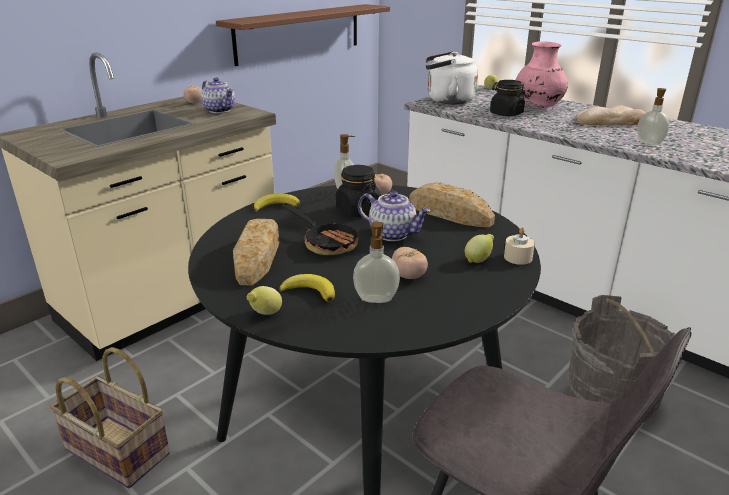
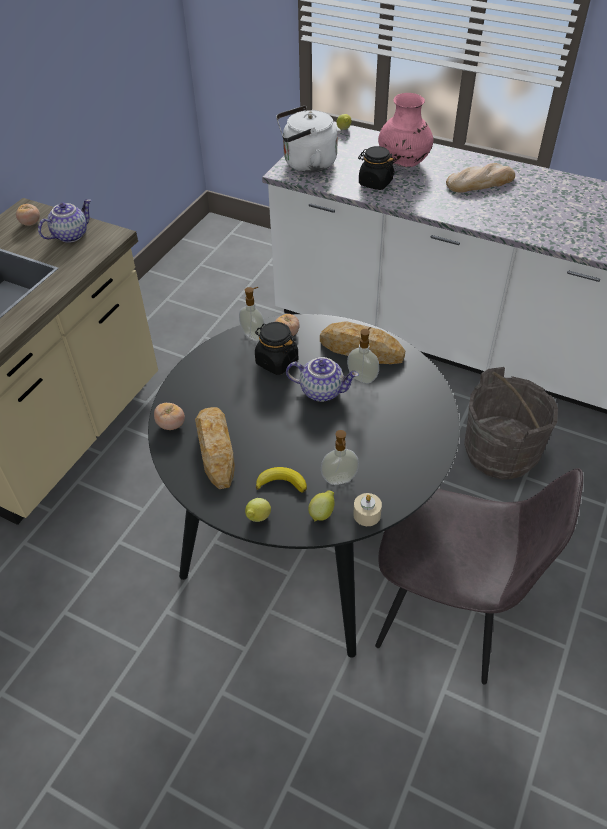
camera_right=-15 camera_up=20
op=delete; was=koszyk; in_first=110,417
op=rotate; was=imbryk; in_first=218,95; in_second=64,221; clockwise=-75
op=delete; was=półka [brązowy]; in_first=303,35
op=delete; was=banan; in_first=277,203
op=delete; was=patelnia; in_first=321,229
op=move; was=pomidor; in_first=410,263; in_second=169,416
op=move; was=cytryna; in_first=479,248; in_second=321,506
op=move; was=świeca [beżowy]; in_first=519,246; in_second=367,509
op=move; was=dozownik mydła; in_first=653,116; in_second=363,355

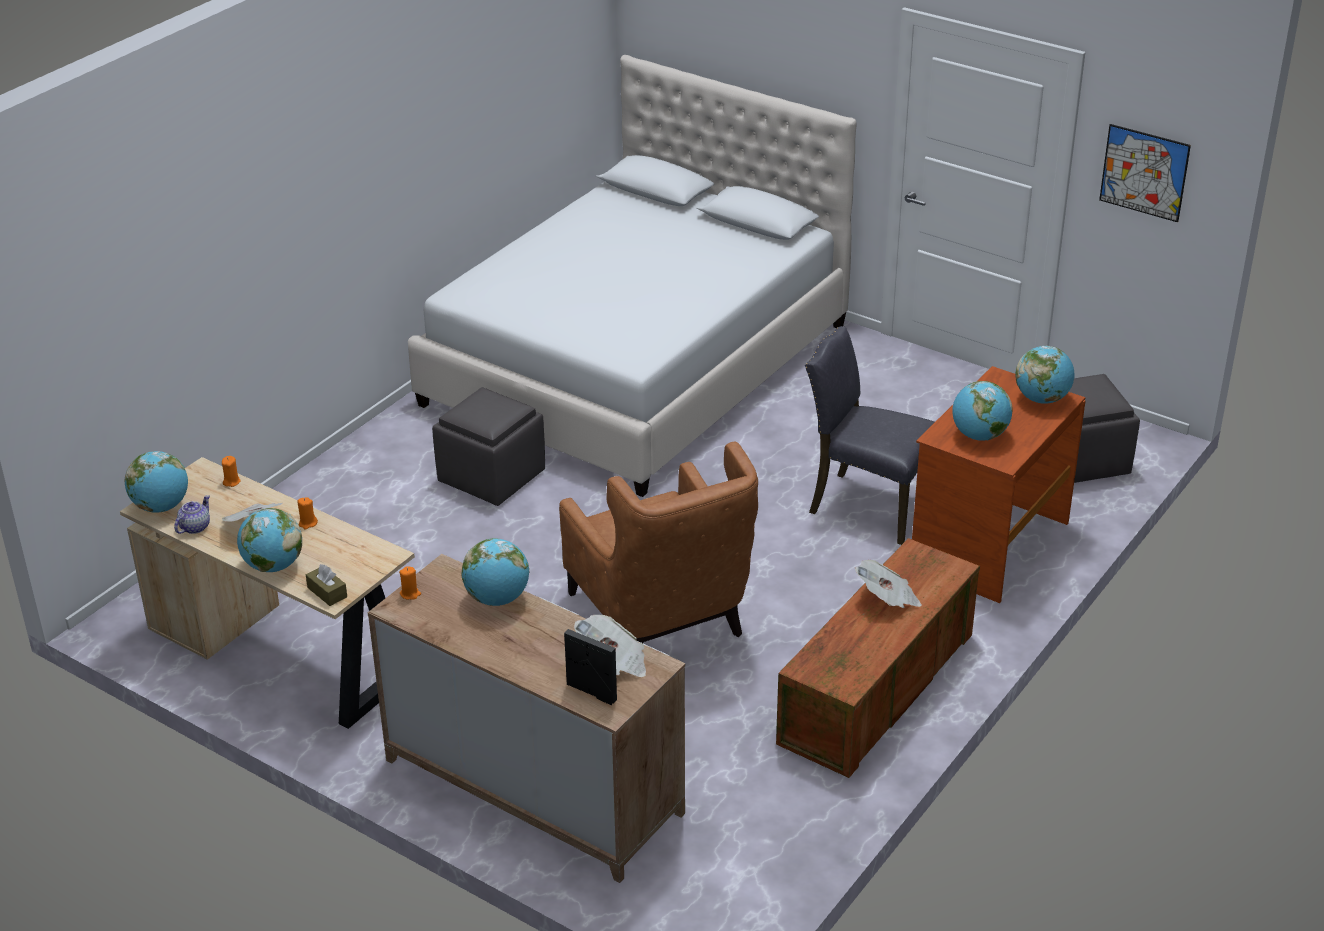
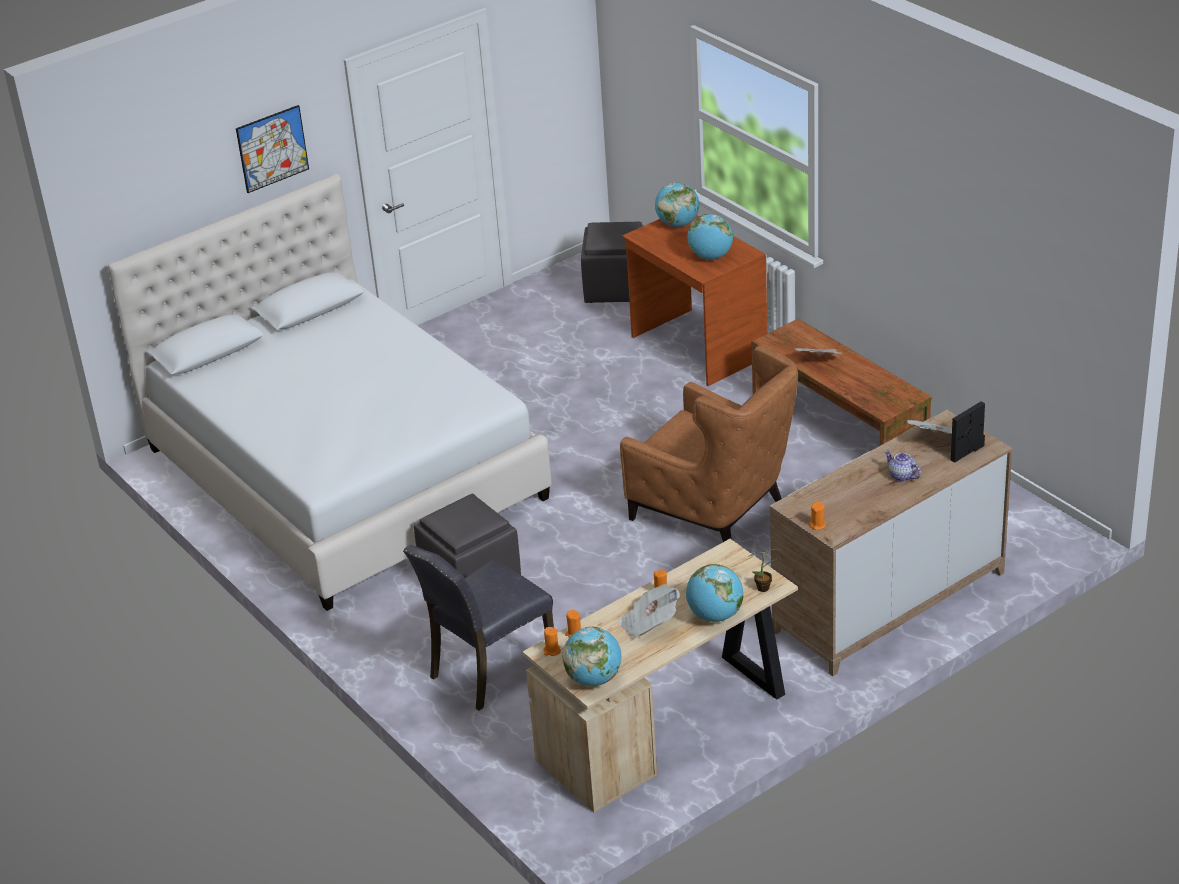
camera_right=-70 camera_up=0
op=move; was=imbryk; in_first=192,514; in_second=903,466
op=replace; was=pudełko chusteczek [brązowy]; now=roślina doniczkowa; in_first=326,585; in_second=763,570
op=delete; was=globus; in_first=495,572
op=rotate; was=fotel [brązowy]; in_first=658,542; in_second=709,443; clockwise=45
op=move; was=krzesło [szary]; in_first=870,435; in_second=478,628
op=move; was=obraz; in_first=1145,173; in_second=272,149
op=insert; now=świeca [pomarańczowy]; in_second=552,641

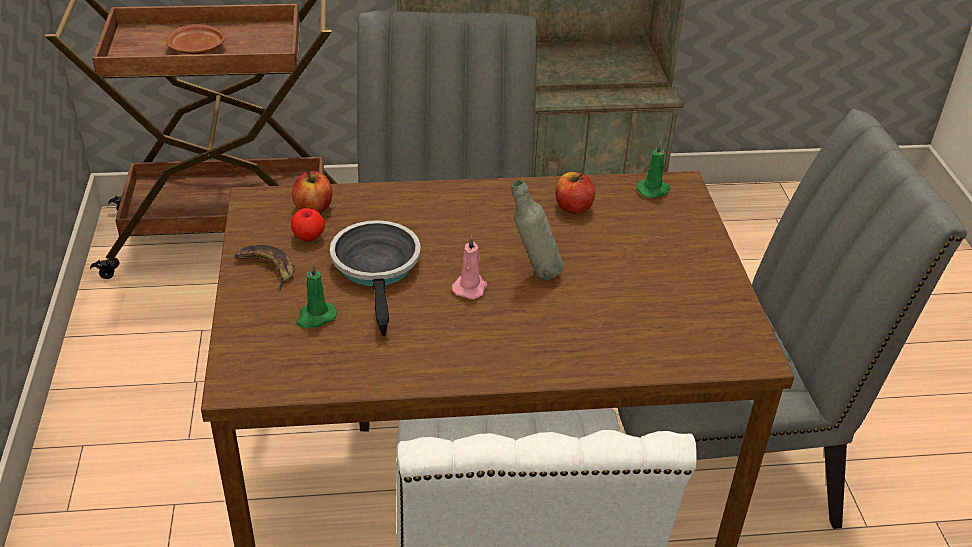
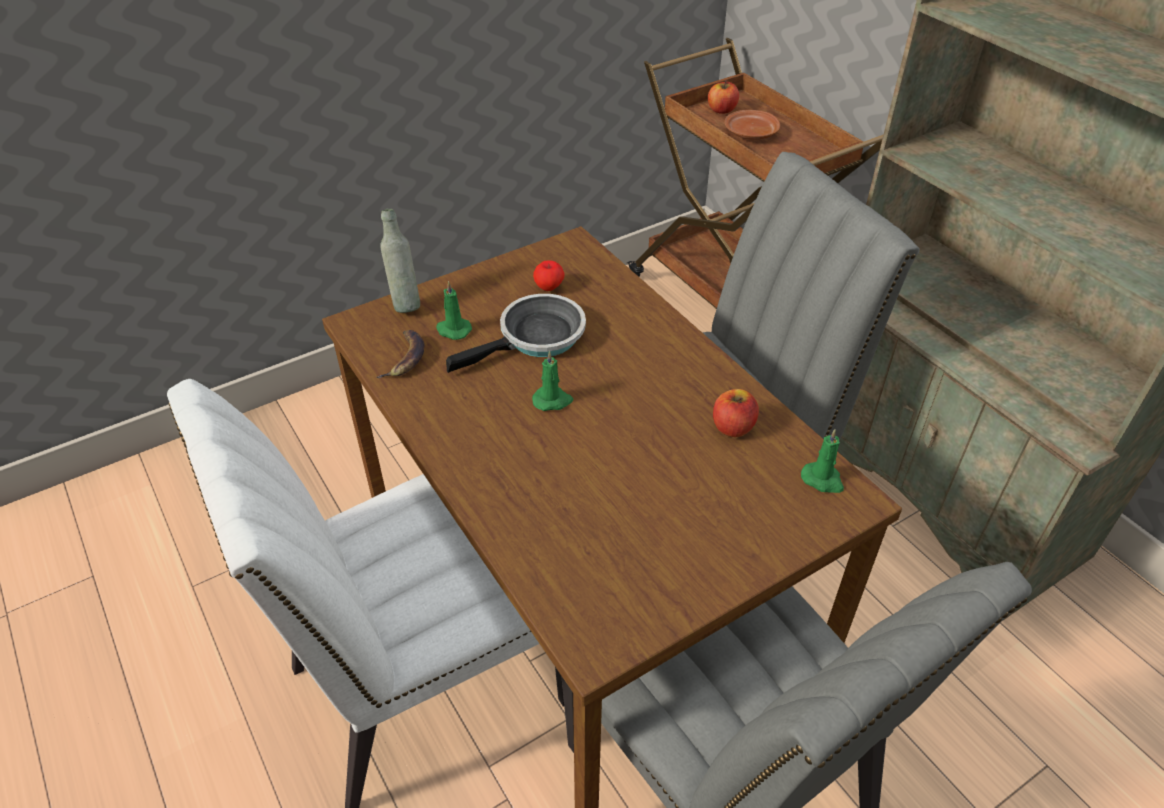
camera_right=65 camera_up=5
op=move; was=banan; in_first=264,268; in_second=400,354
op=move; was=jabłko; in_first=312,192; in_second=723,97
op=recolor; was=świeca [różowy]; now=świeca [zielony]; in_first=469,267; in_second=552,381
op=move; was=butelka [szary]; in_first=537,230; in_second=400,260

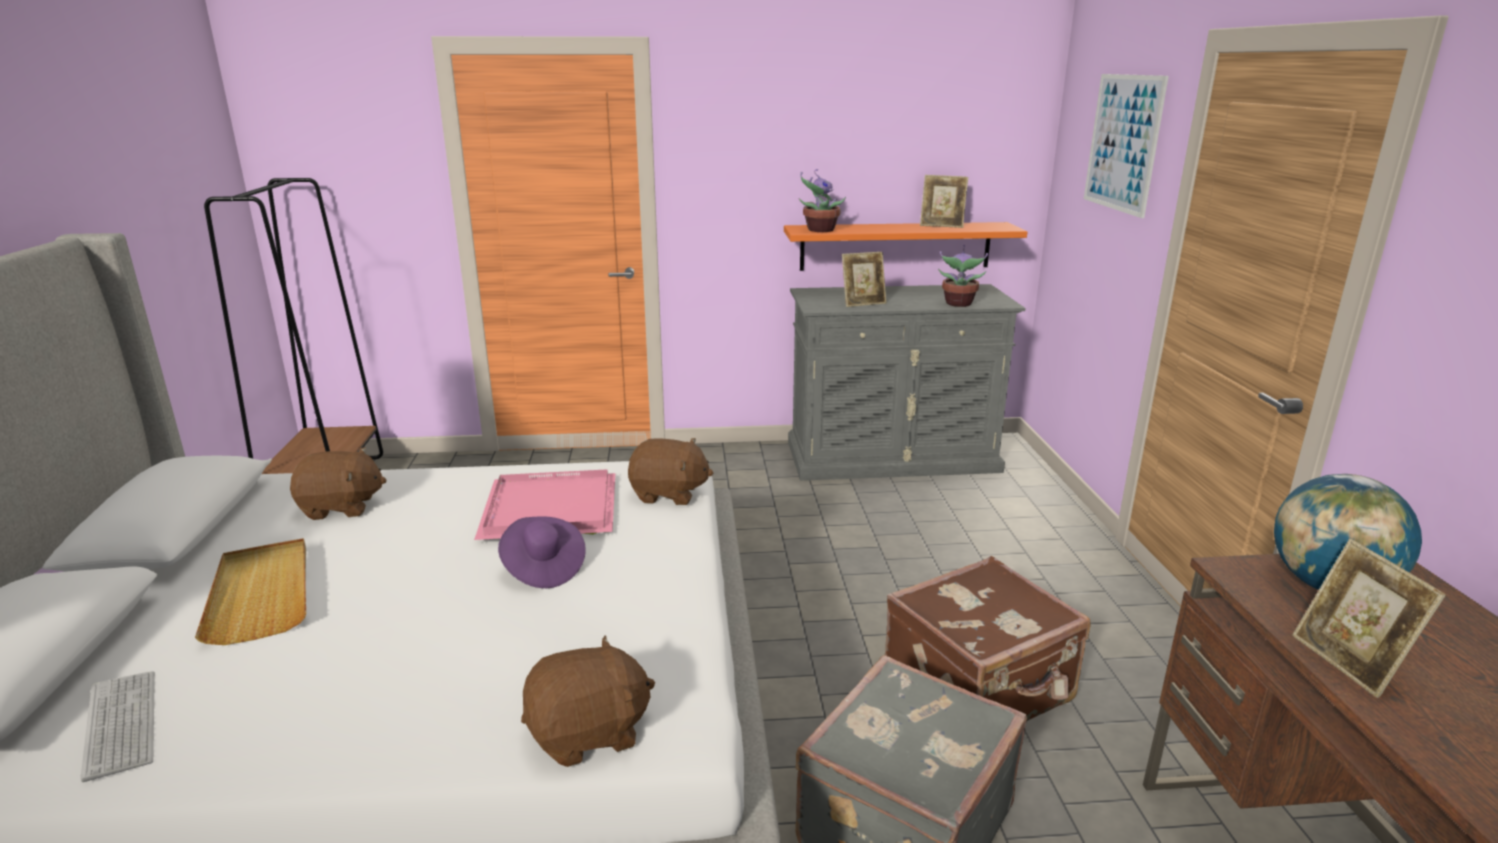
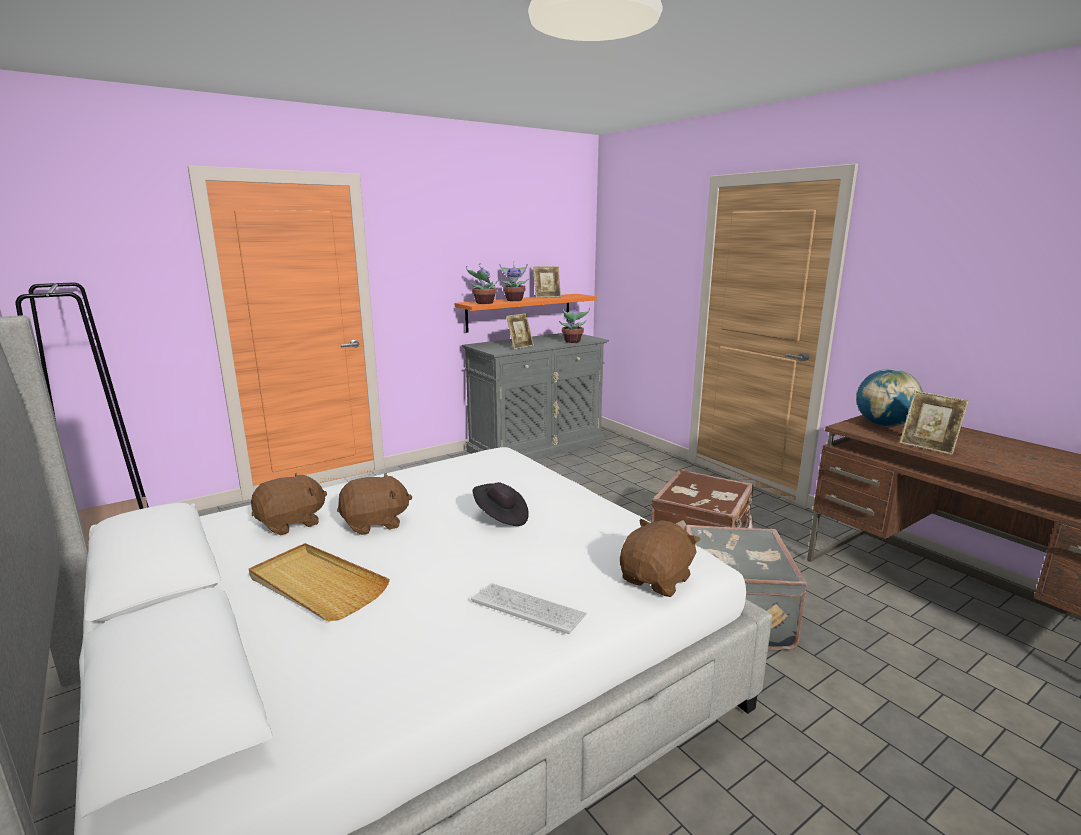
camera_right=-30 camera_up=-5
op=move; was=klawiatura; in_first=118,726; in_second=529,608
op=delete; was=taca [różowy]; in_first=544,504
op=recolor; was=kapelusz [fioletowy]; now=kapelusz [czarny]; in_first=542,552; in_second=501,504
op=move; was=pluszak [brązowy]; in_first=670,471; in_second=374,504
op=delete; was=obraz; in_first=1126,146
op=insert; now=roślina doniczkowa; in_second=514,282

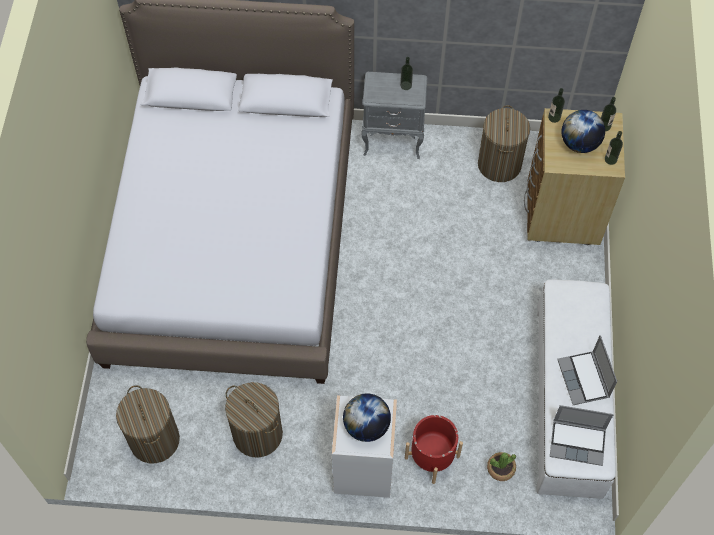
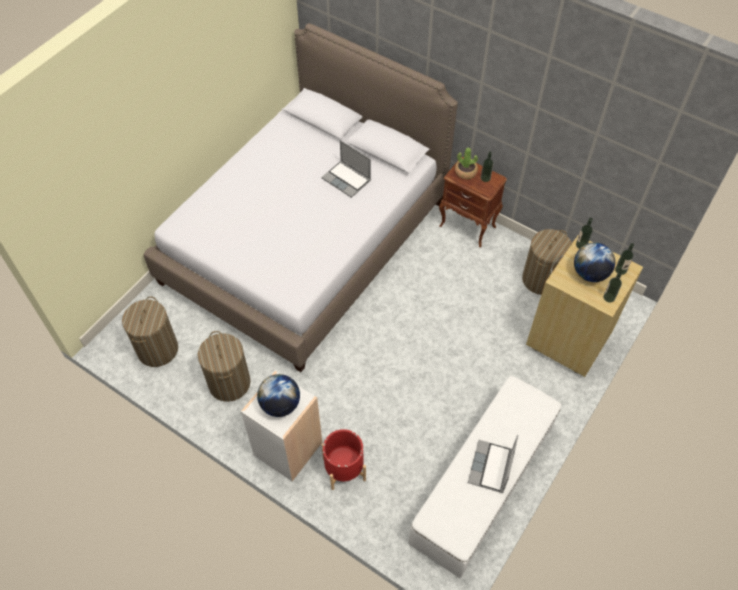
camera_right=30 camera_up=-5
op=recolor; was=szafka nocna [szary]; now=szafka nocna [brązowy]; in_first=394,115; in_second=473,202
op=move; was=roślina doniczkowa; in_first=501,466; in_second=466,163
op=move; was=laptop; in_first=581,435; in_second=346,169

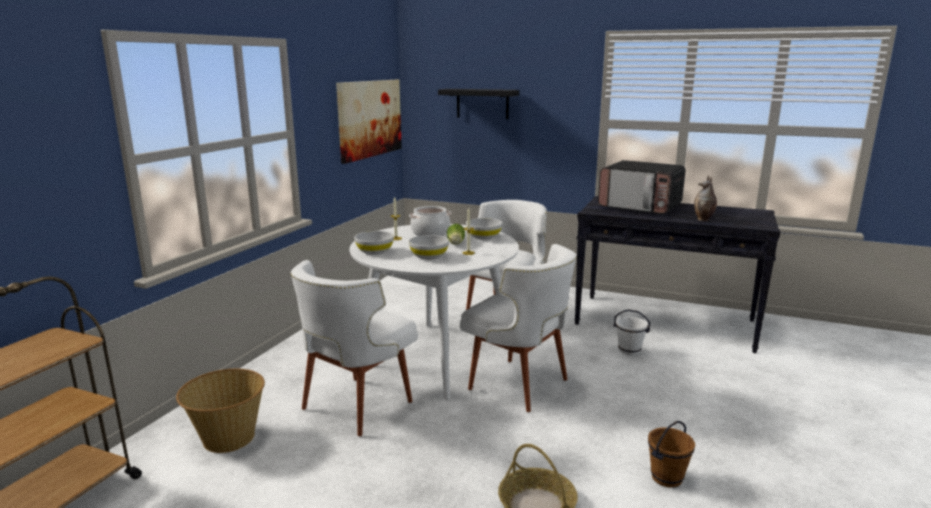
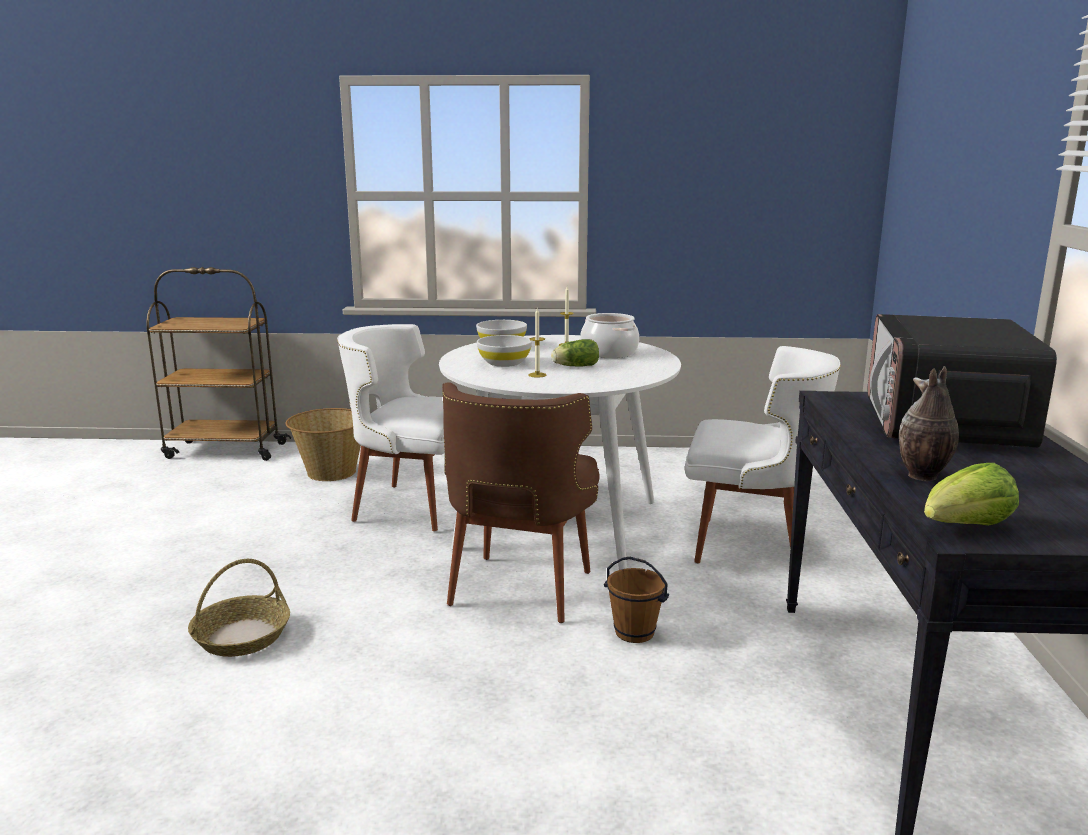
camera_right=70 camera_up=0
op=delete; was=obraz; in_first=369,122
op=delete; was=półka [czarny]; in_first=478,104
op=recolor; was=krzesło [biały]; now=krzesło [brązowy]; in_first=518,328; in_second=521,502
op=delete; was=miska [biały]; in_first=484,229
op=delete; was=wiadro [biały]; in_first=631,332
op=move; was=wiadro [brązowy]; in_first=671,454; in_second=636,600
op=insert; now=sałata; in_second=971,494

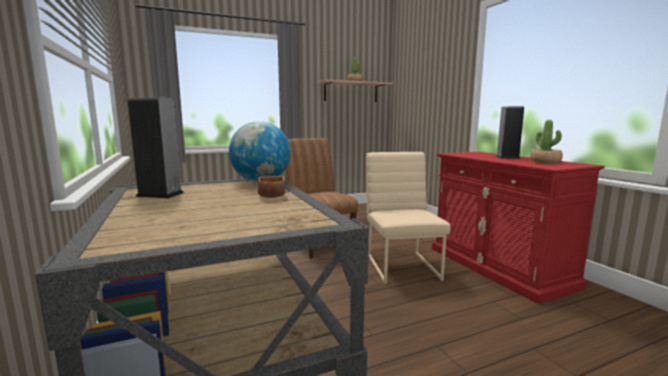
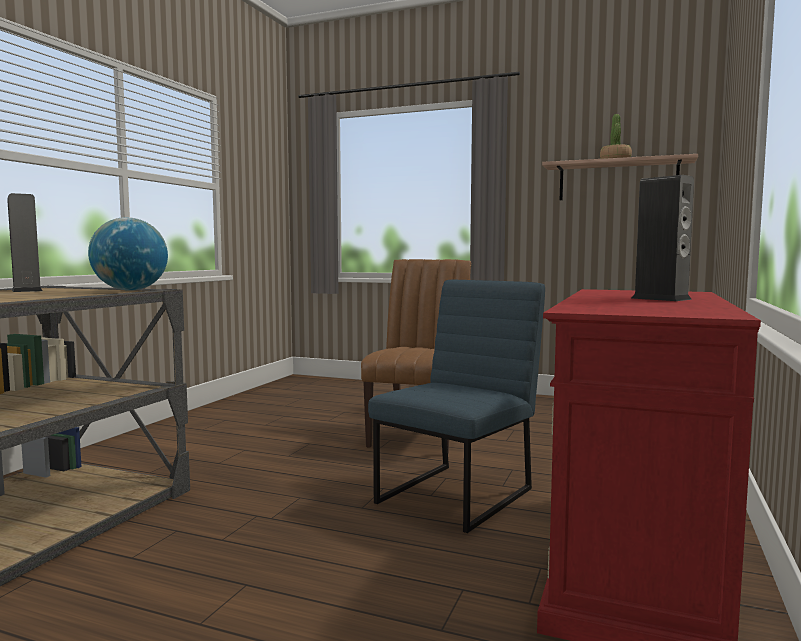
camera_right=45 camera_up=-5
op=delete; was=miska [brązowy]; in_first=271,187
op=recolor; was=krzesło [beżowy]; now=krzesło [niebieski]; in_first=408,218; in_second=456,406
op=delete; was=roślina doniczkowa; in_first=546,141

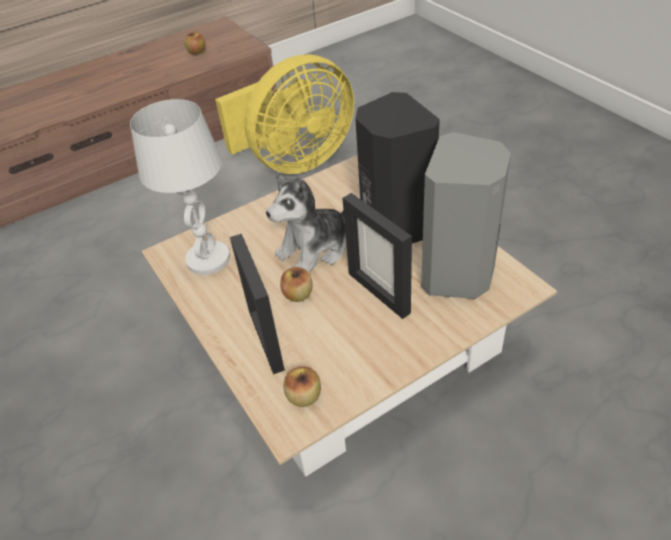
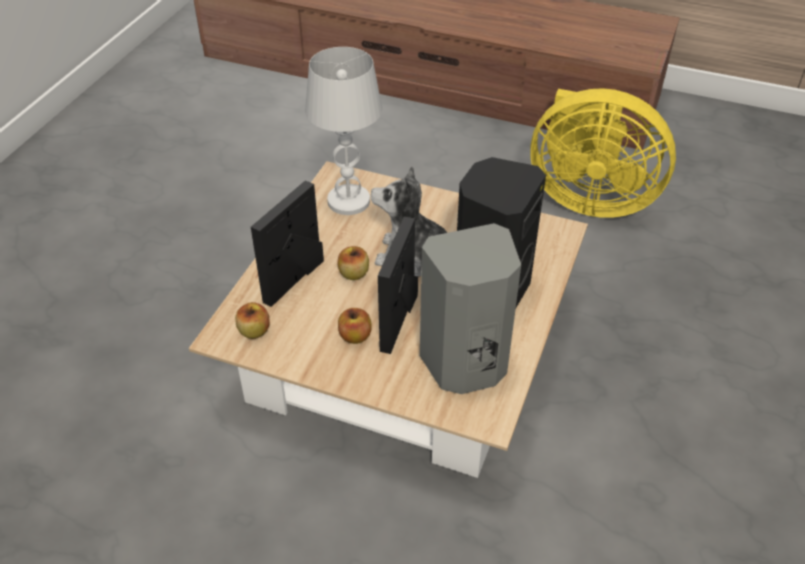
camera_right=50 camera_up=0
op=move; was=jabłko; in_first=194,43; in_second=355,326

